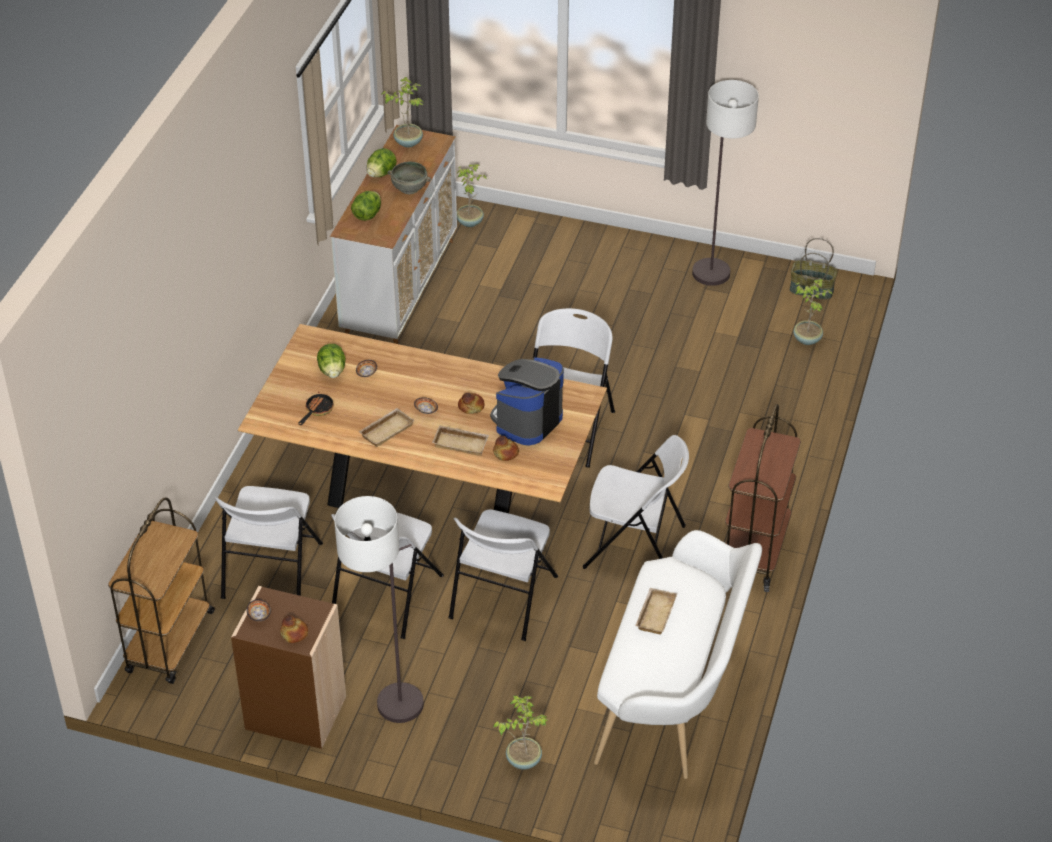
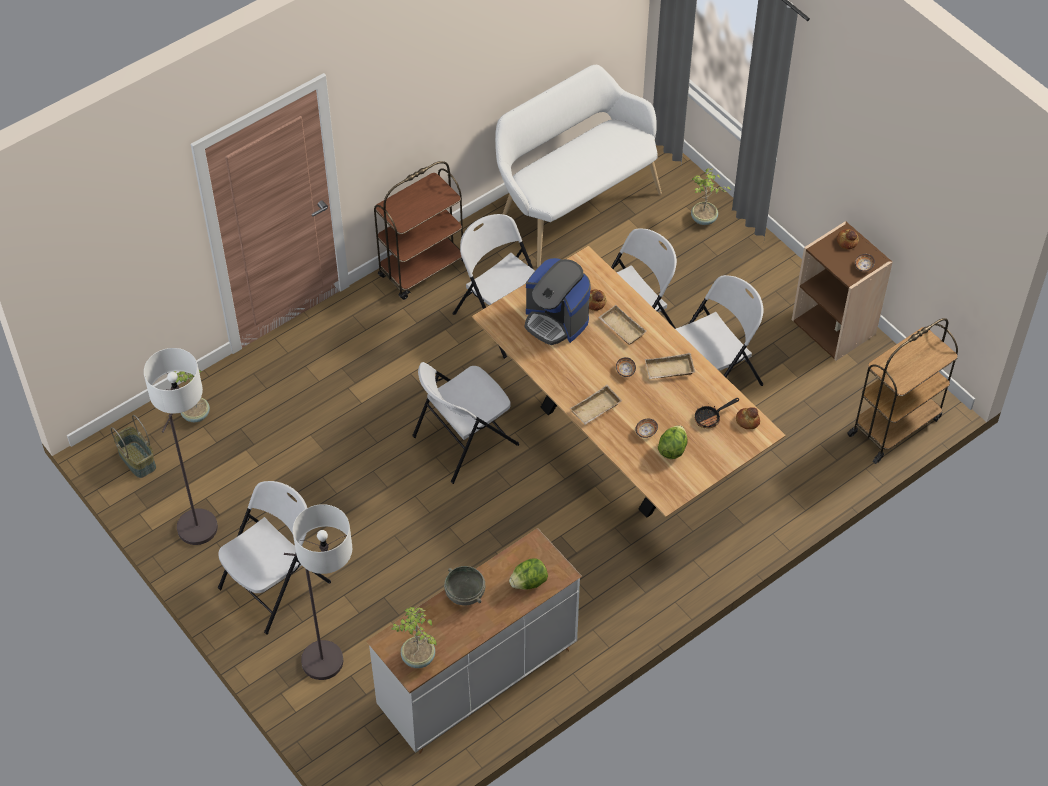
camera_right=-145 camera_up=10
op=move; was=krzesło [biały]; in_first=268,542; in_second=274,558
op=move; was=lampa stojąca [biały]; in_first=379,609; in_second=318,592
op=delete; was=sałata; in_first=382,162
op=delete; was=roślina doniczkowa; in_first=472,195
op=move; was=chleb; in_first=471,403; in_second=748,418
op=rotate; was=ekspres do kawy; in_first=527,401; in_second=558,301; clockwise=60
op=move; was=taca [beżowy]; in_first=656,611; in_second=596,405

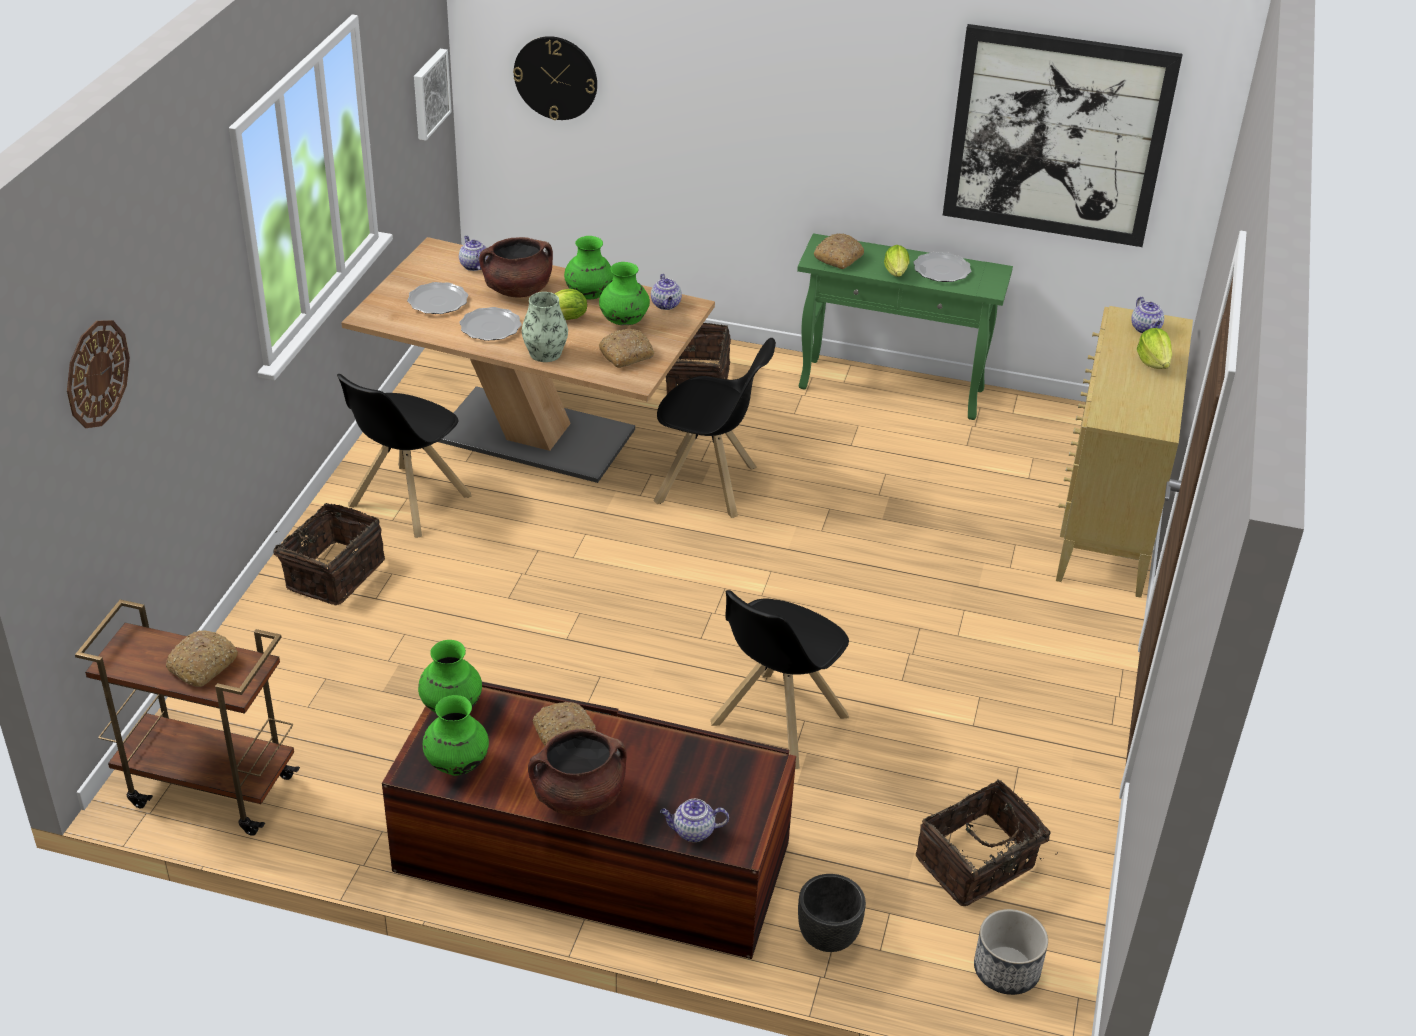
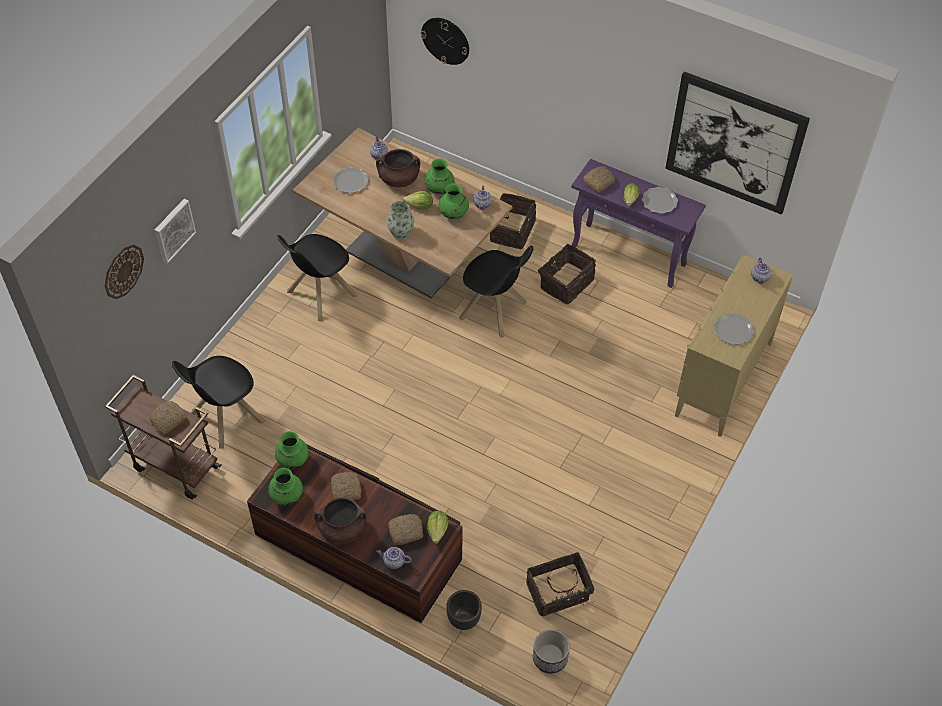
camera_right=15 camera_up=15
op=move; was=koszyk; in_first=324,554; in_second=567,274
op=move; was=obraz; in_first=433,95; in_second=175,231
op=move; was=talerz; in_first=490,324; in_second=734,329
op=move; was=chleb; in_first=626,348; in_second=405,529
op=move; was=krzesło [czarny]; in_first=780,679; in_second=218,402
op=recolor; was=stolik konsolowy [zielony]; now=stolik konsolowy [fioletowy]; in_first=905,326; in_second=638,223
op=move; was=sałata; in_first=1154,348; in_second=437,527

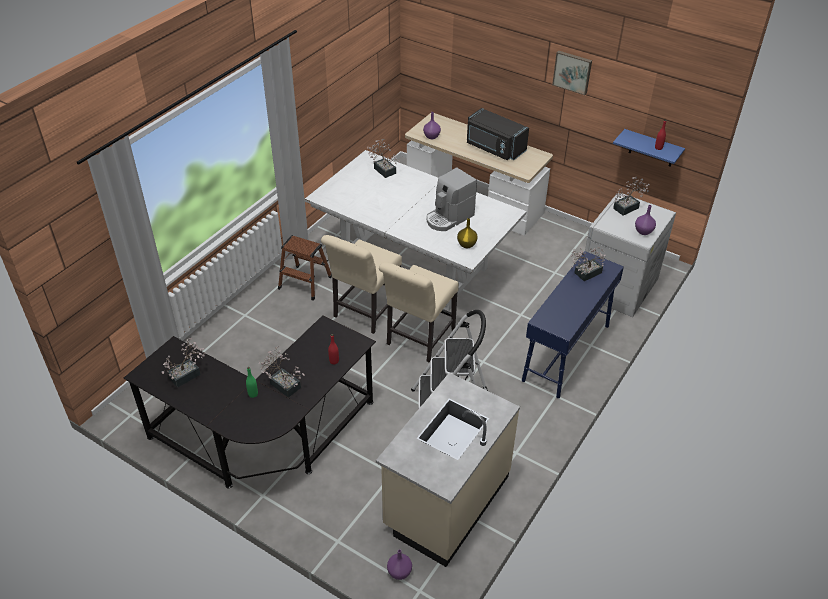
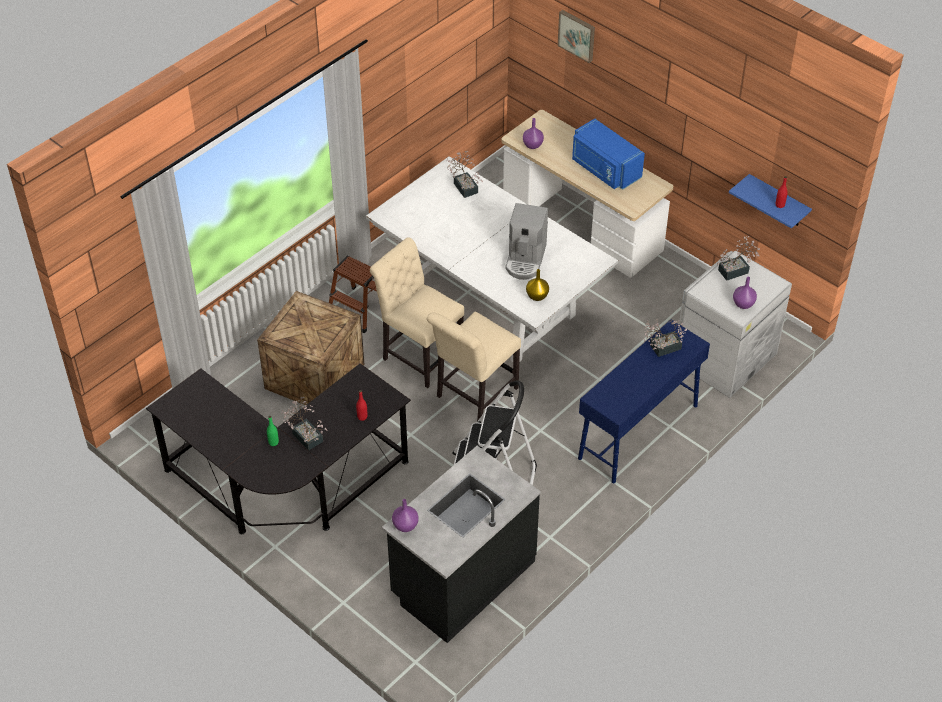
camera_right=10 camera_up=5
op=delete; was=roślina doniczkowa; in_first=183,363
op=rotate; was=krzesło [beżowy]; in_first=361,284; in_second=417,312; clockwise=90
op=recolor; was=zabudowa kuchenna [beżowy]; now=zabudowa kuchenna [czarny]; in_first=448,470; in_second=461,544
op=move; was=wazon [fioletowy]; in_first=399,564; in_second=405,515
op=rotate; was=ekspres do kawy; in_first=451,199; in_second=526,241; clockwise=-45
op=recolor; was=mikrofalówka [czarny]; now=mikrofalówka [niebieski]; in_first=498,134; in_second=608,154
op=move; was=obraz; in_first=572,73; in_second=576,36
op=insert; now=skrzynka; in_second=310,348

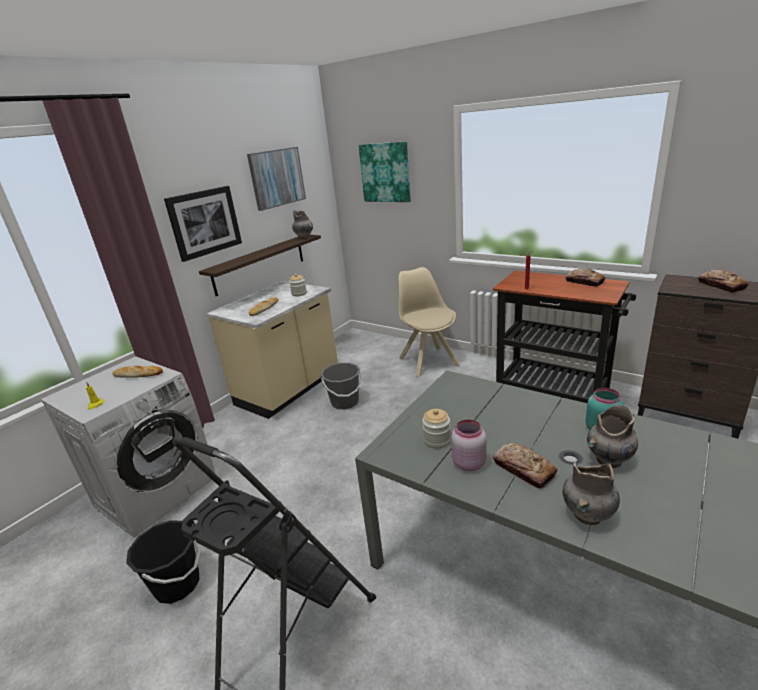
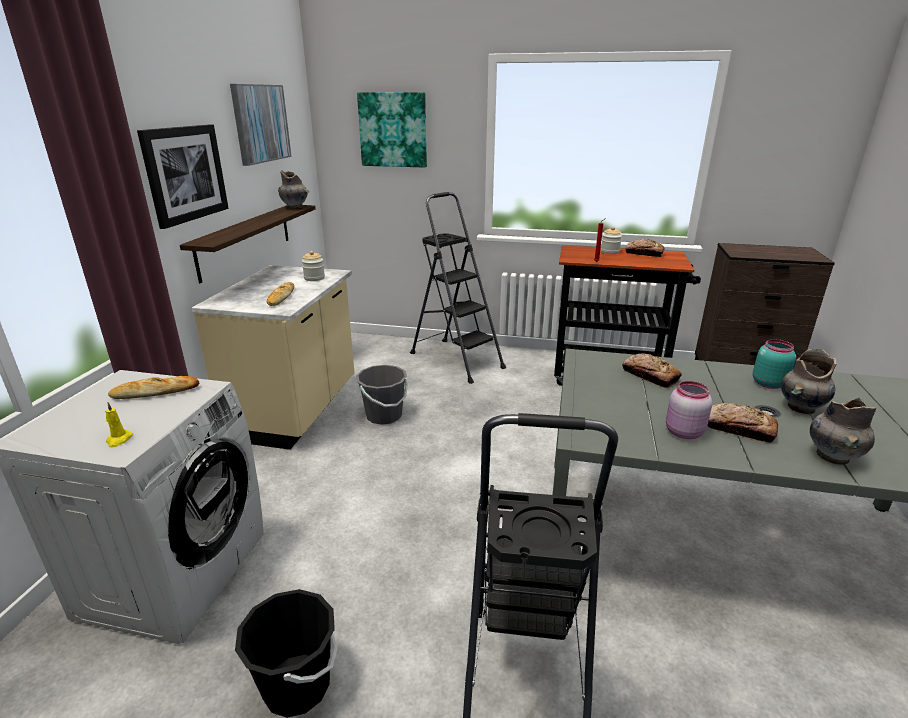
camera_right=-25 camera_up=0
op=replace; was=krzesło [beżowy]; now=drabinka; in_first=429,322; in_second=458,288
op=move; was=słoik; in_first=436,429; in_second=611,240
op=move; was=chleb; in_first=723,281; in_second=652,371

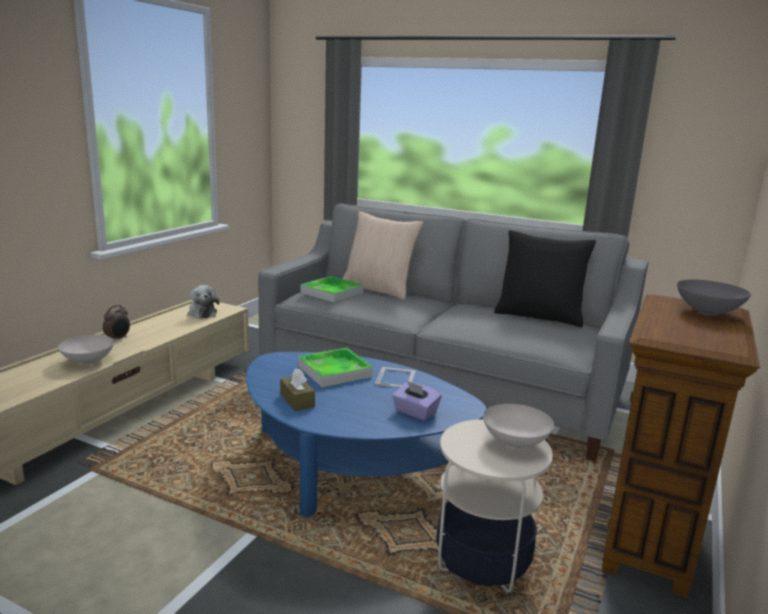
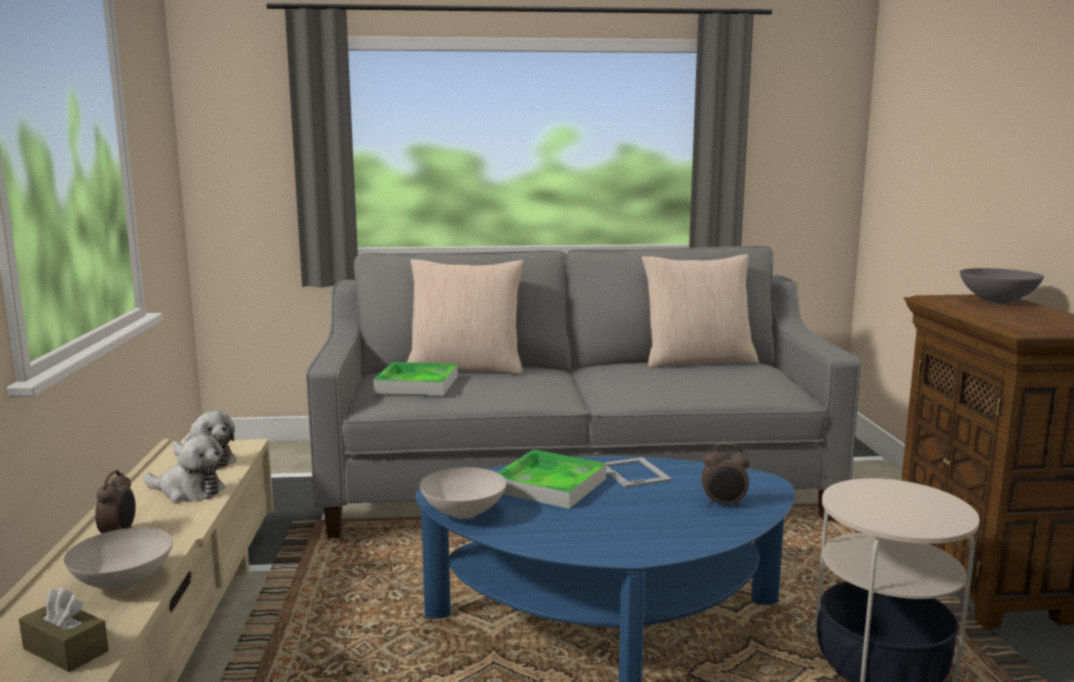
camera_right=-30 camera_up=-5
op=move; was=pudełko chusteczek [brązowy]; in_first=297,389; in_second=64,629
op=replace; was=pudełko chusteczek [fioletowy]; now=budzik; in_first=417,401; in_second=726,475
op=move; was=miska [biały]; in_first=518,426; in_second=463,493
op=recolor; was=poduszka [czarny]; now=poduszka [beżowy]; in_first=545,278; in_second=700,311
op=insert; now=pluszak; in_second=184,469

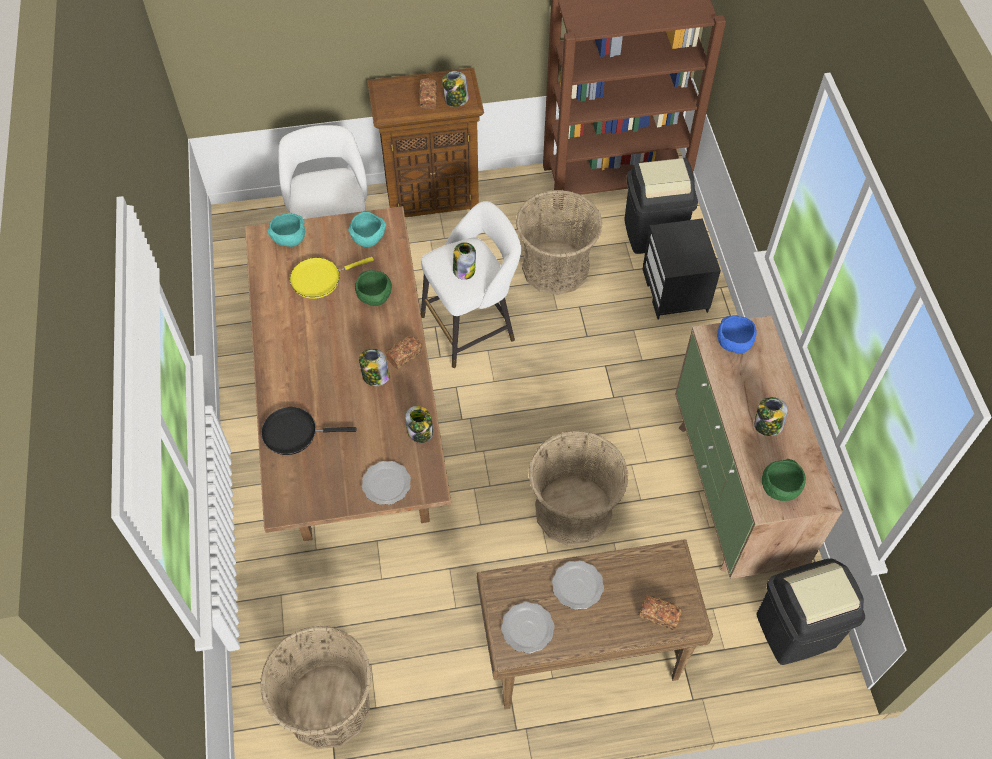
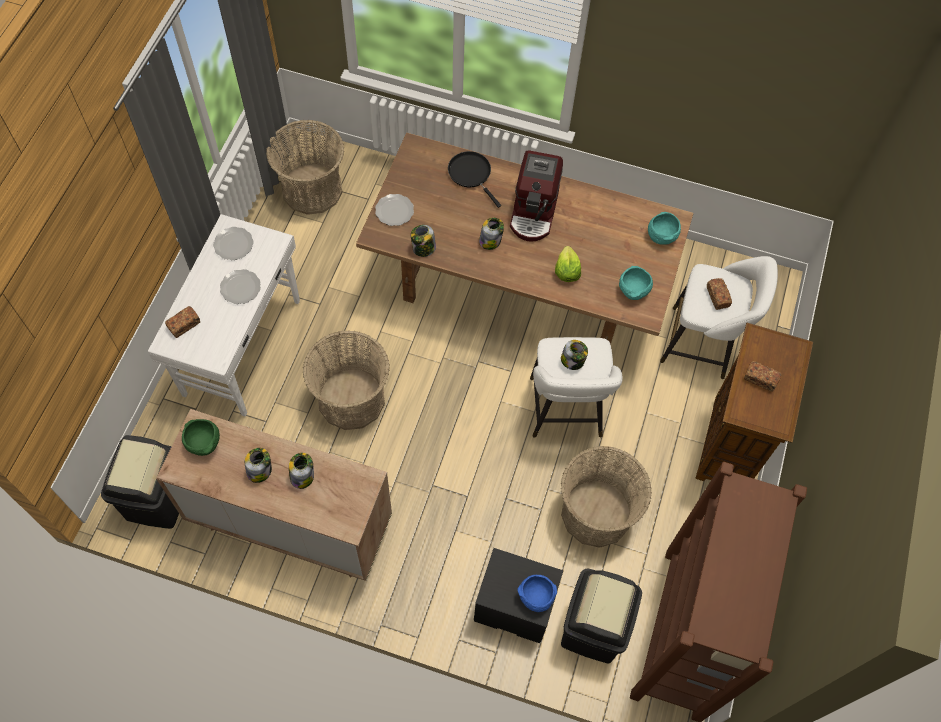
camera_right=115 camera_up=5
op=rotate; was=patelnia [czarny]; in_first=308,431; in_second=474,179; clockwise=-60
op=delete; was=patelnia [żółty]; in_first=332,278
op=replace; was=miska [zielony]; now=sałata; in_first=373,288; in_second=568,264
op=move; was=chleb; in_first=404,352; in_second=719,294
op=move; was=słoik; in_first=455,89; in_second=301,471
op=recolor; was=stolik konsolowy [brązowy]; now=stolik konsolowy [biały]; in_first=595,624; in_second=224,315
op=move; was=miska [niebieski]; in_first=736,335; in_second=537,593
op=insert; now=ekspres do kawy; in_second=536,195

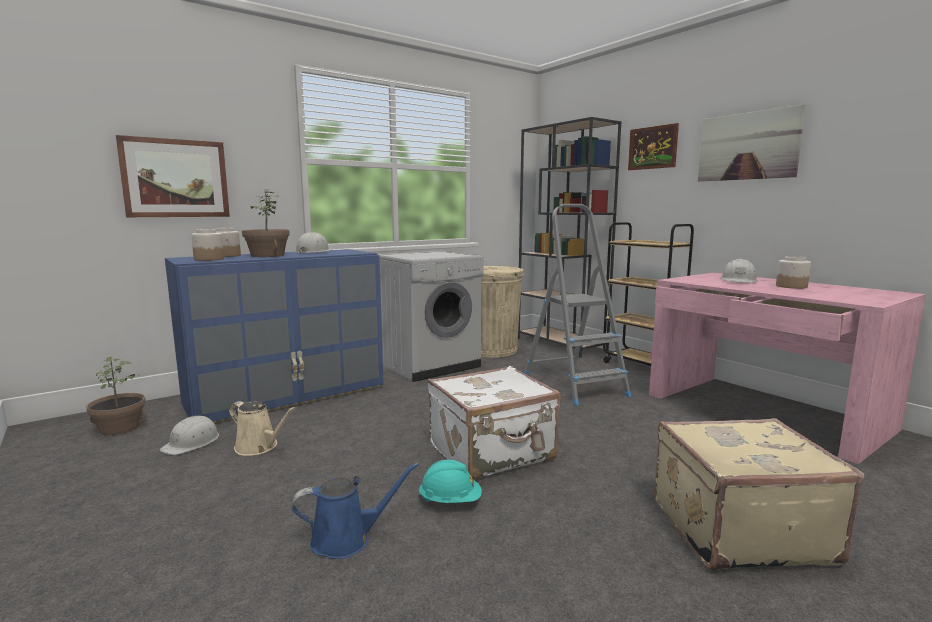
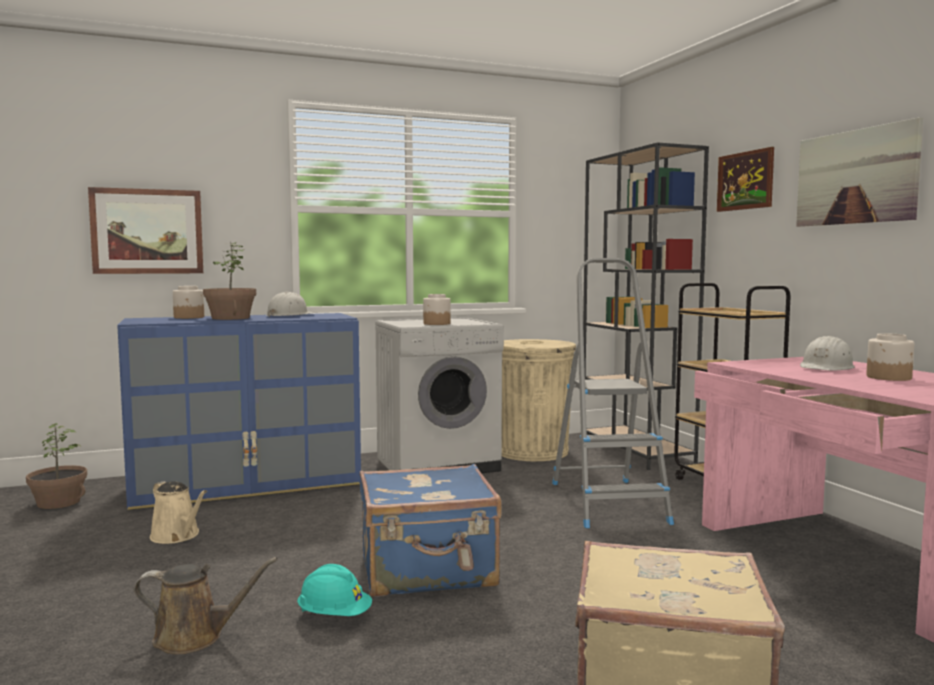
camera_right=15 camera_up=-5
op=delete; was=kask [biały]; in_first=189,435
op=move; was=słoik; in_first=207,245; in_second=437,309
op=recolor; was=konewka [niebieski]; now=konewka [brązowy]; in_first=355,511; in_second=206,605
op=recolor; was=walizka [biały]; now=walizka [niebieski]; in_first=494,423; in_second=430,530

